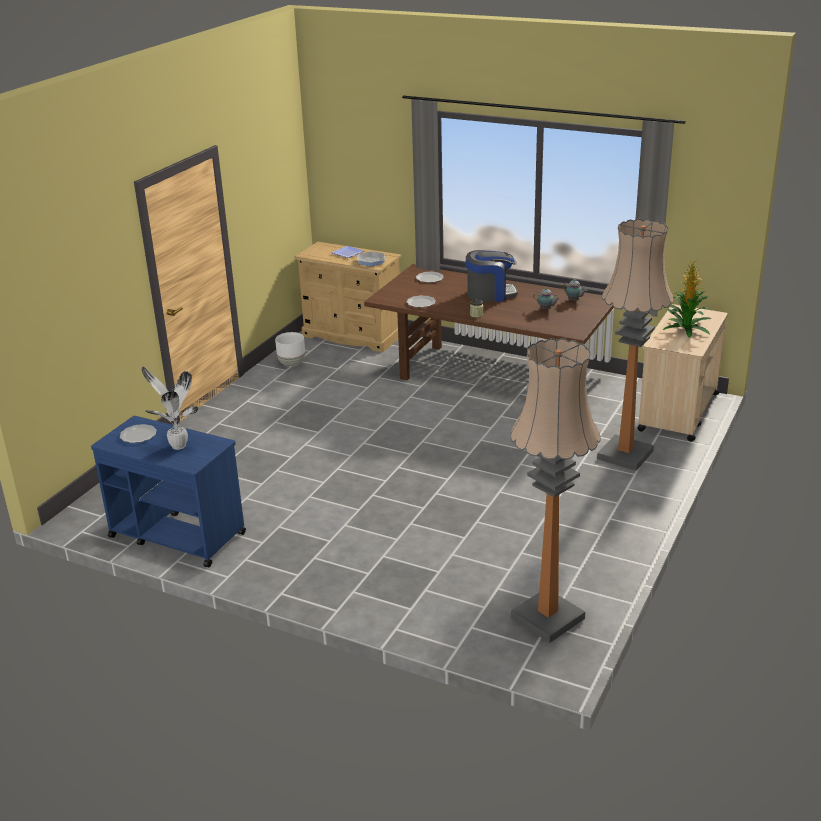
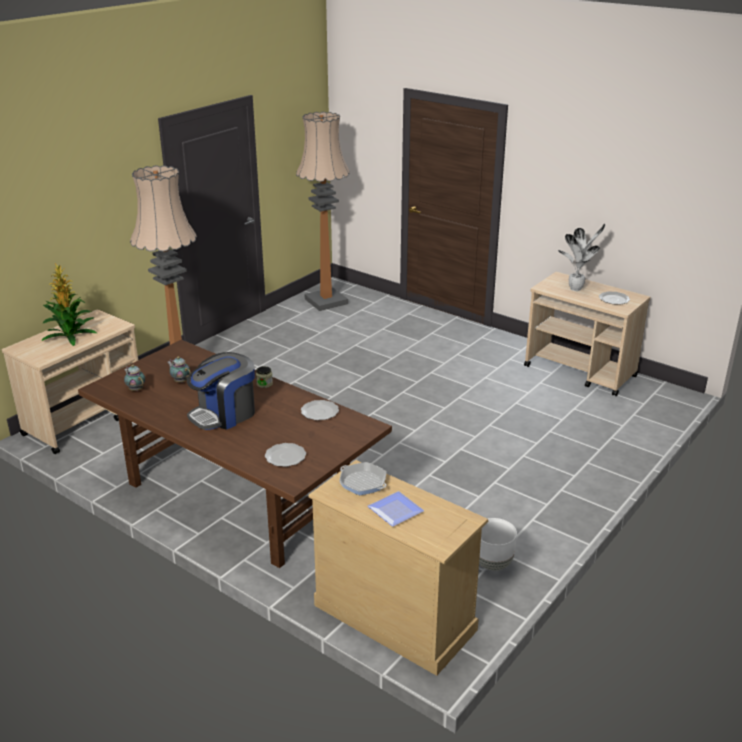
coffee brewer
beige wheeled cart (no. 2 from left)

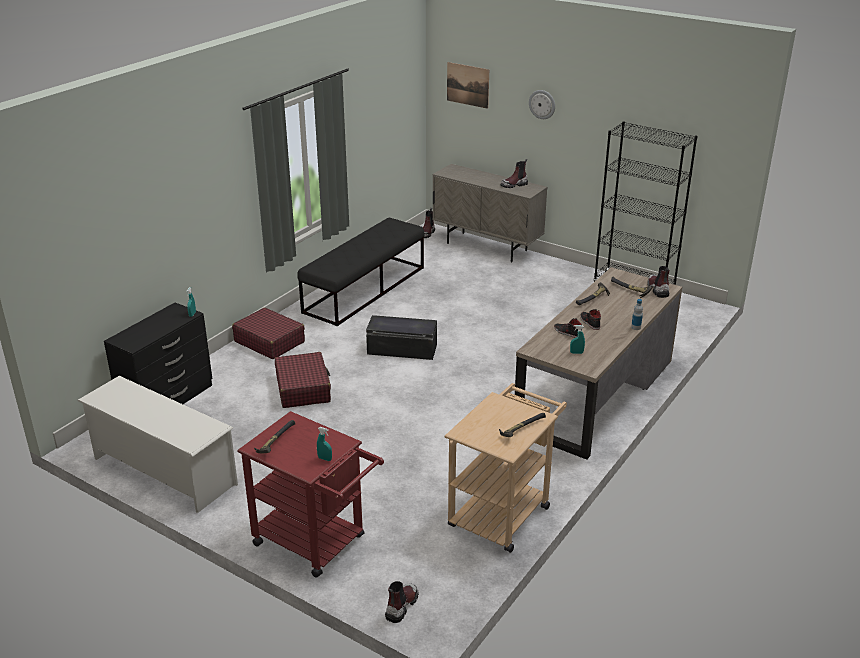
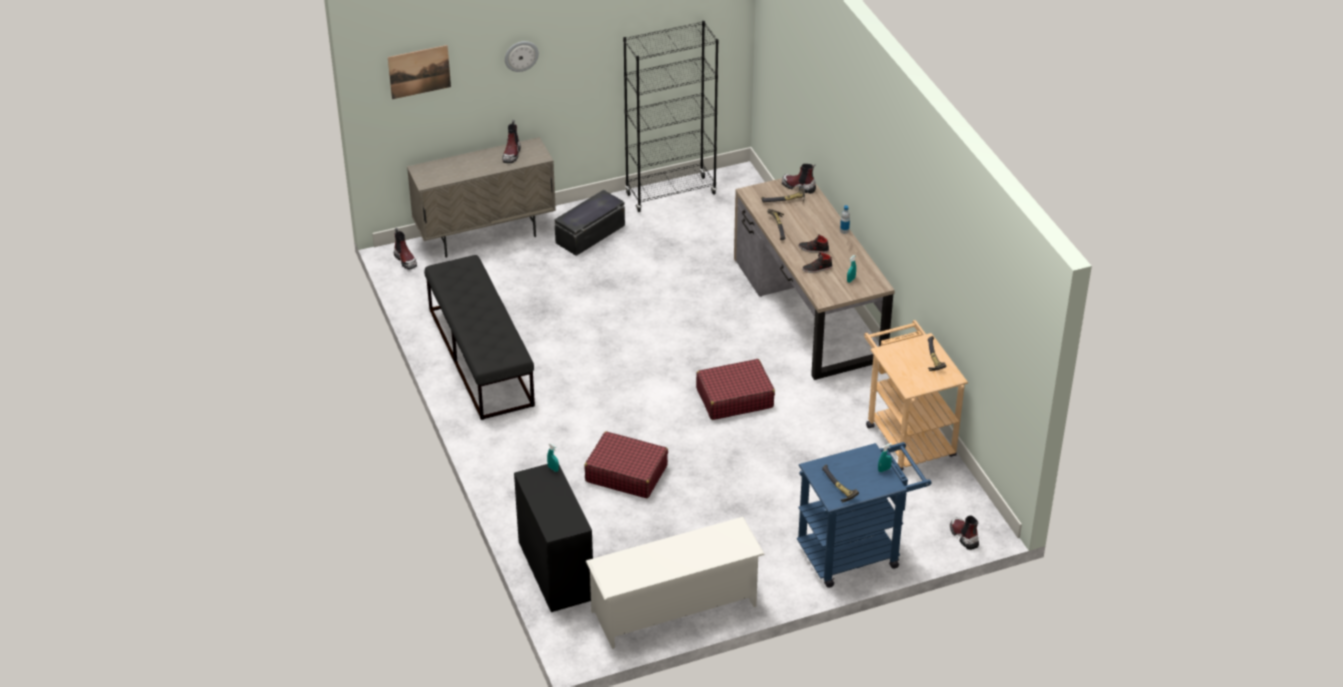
red travel case (no. 2 from left)
blackish storage box
blue wheeled cart

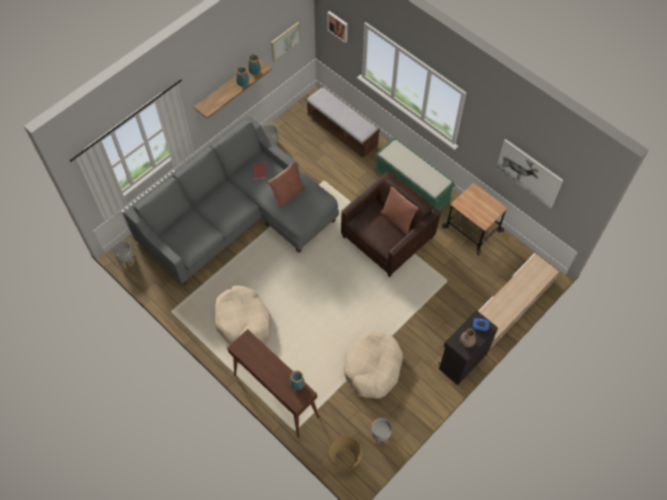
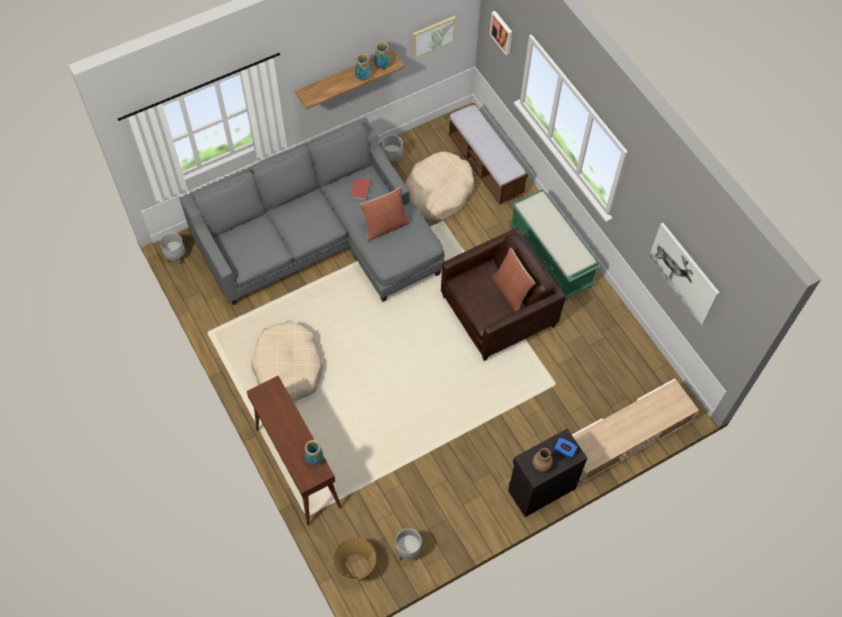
wheeled cart
beige dog bed (no. 2 from left)

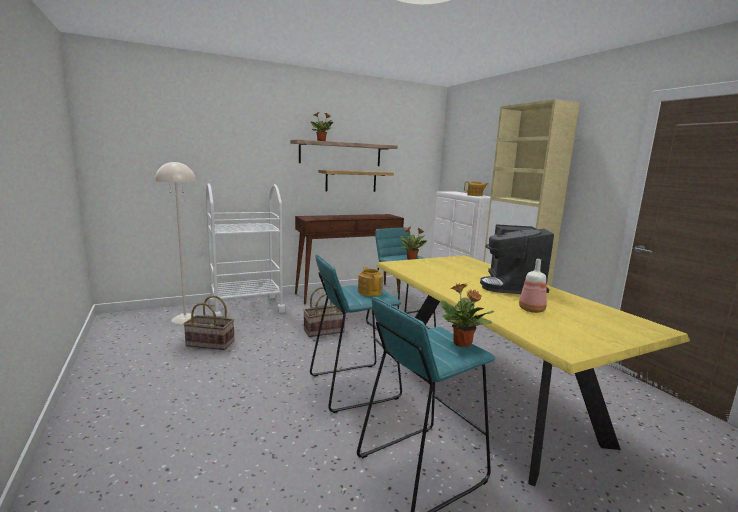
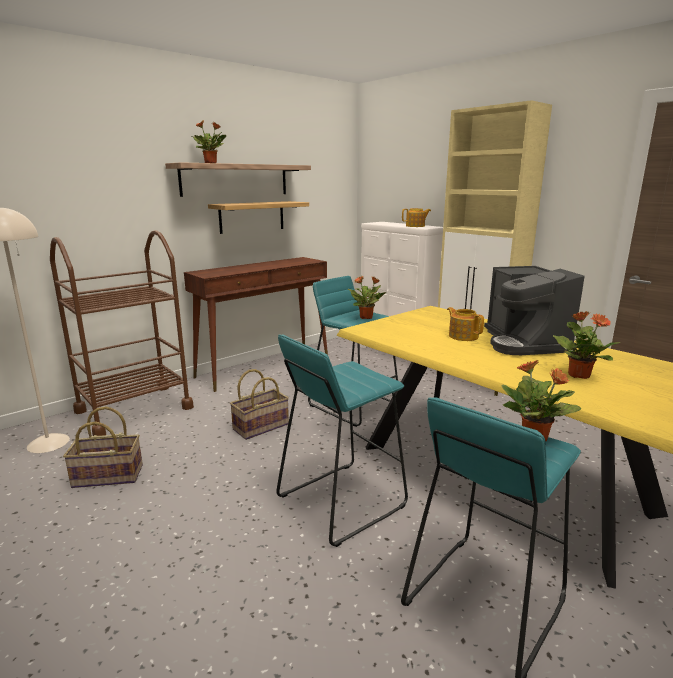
brownish wheeled cart
plant in a pot (no. 4 from left)
tea pot (no. 2 from left)

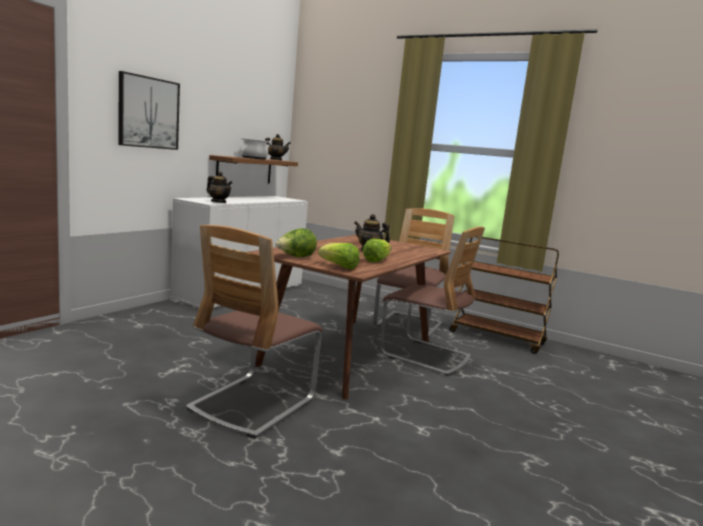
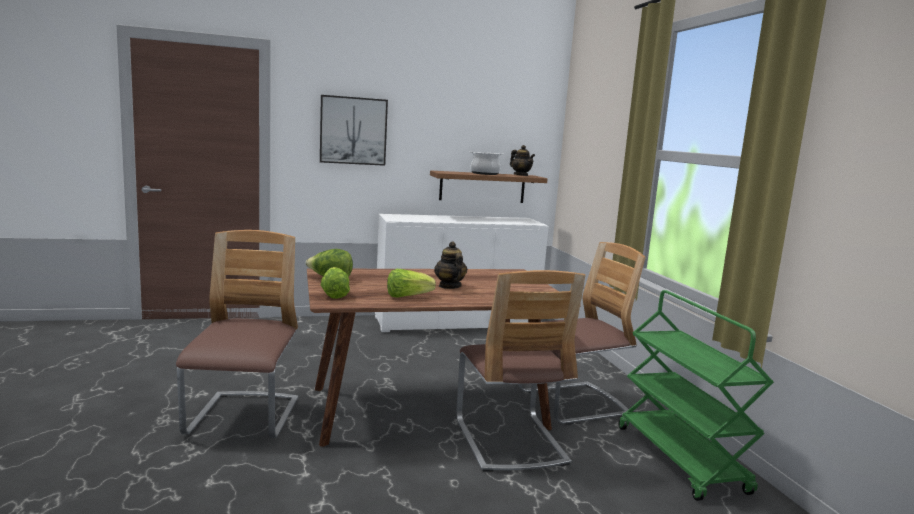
tea pot (no. 1 from left in the first image)
plain chair (no. 1 from left)
green wheeled cart

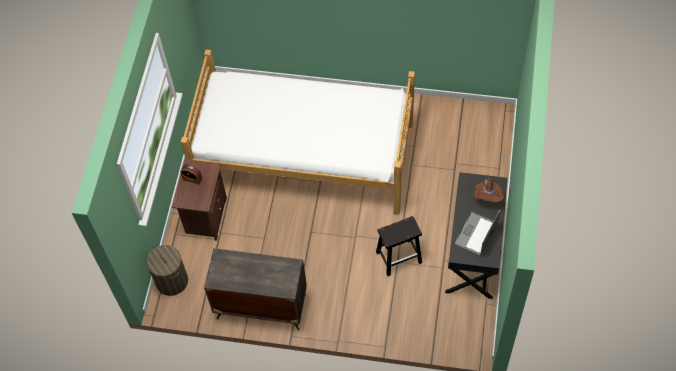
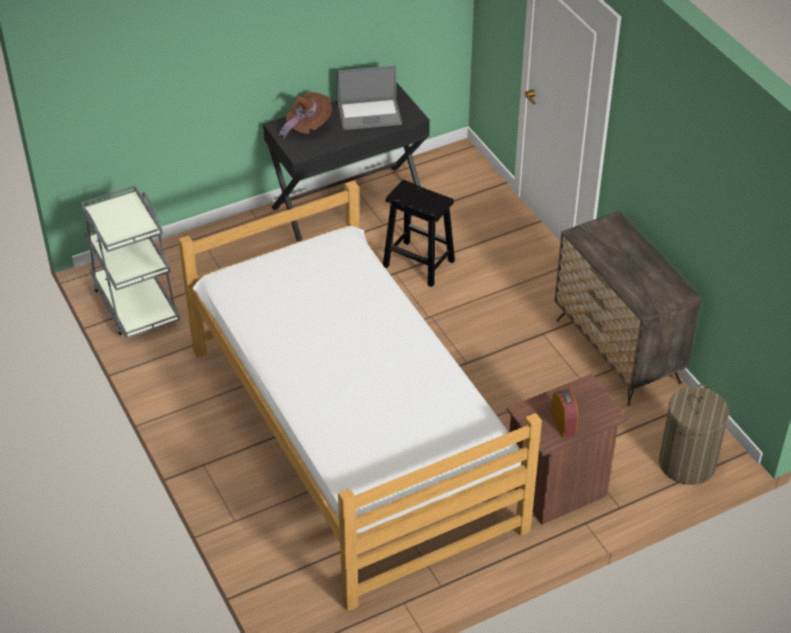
greyish wheeled cart

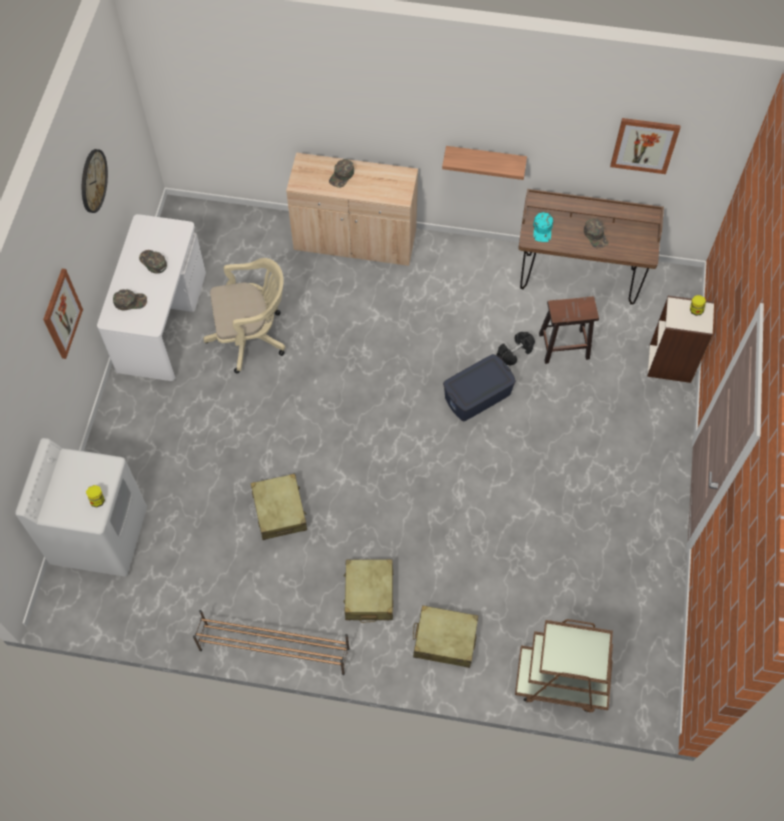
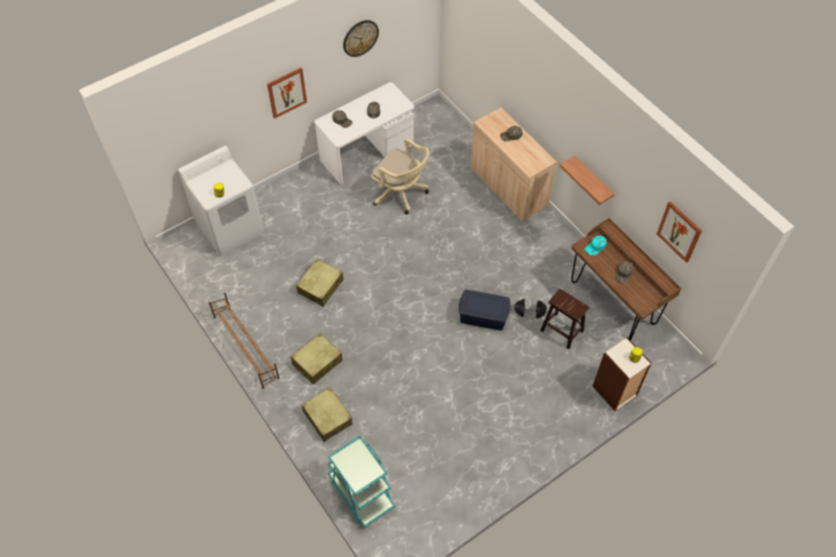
turquoise-coloured wheeled cart

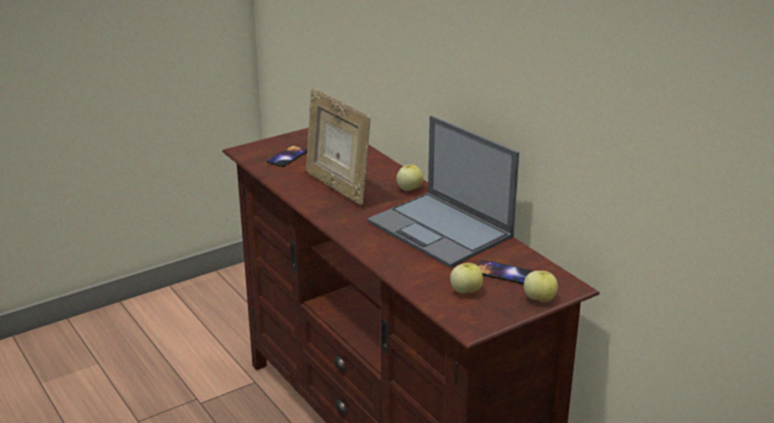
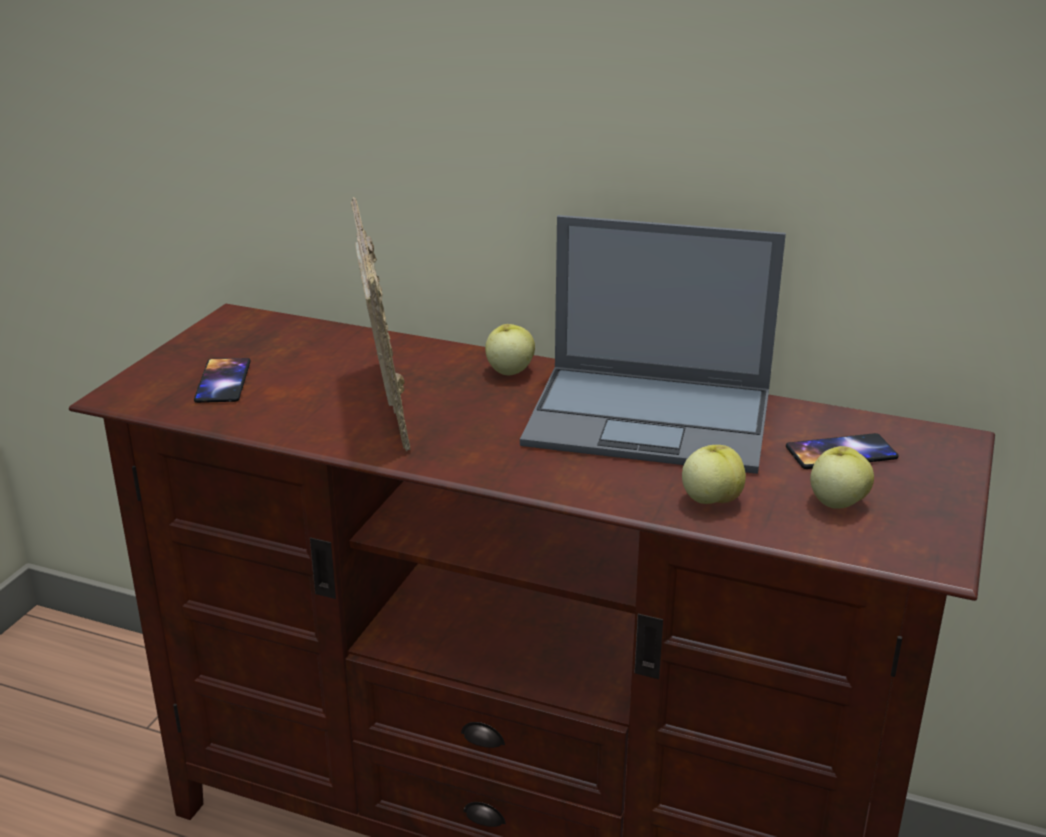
photo frame
whole apple (no. 2 from left)

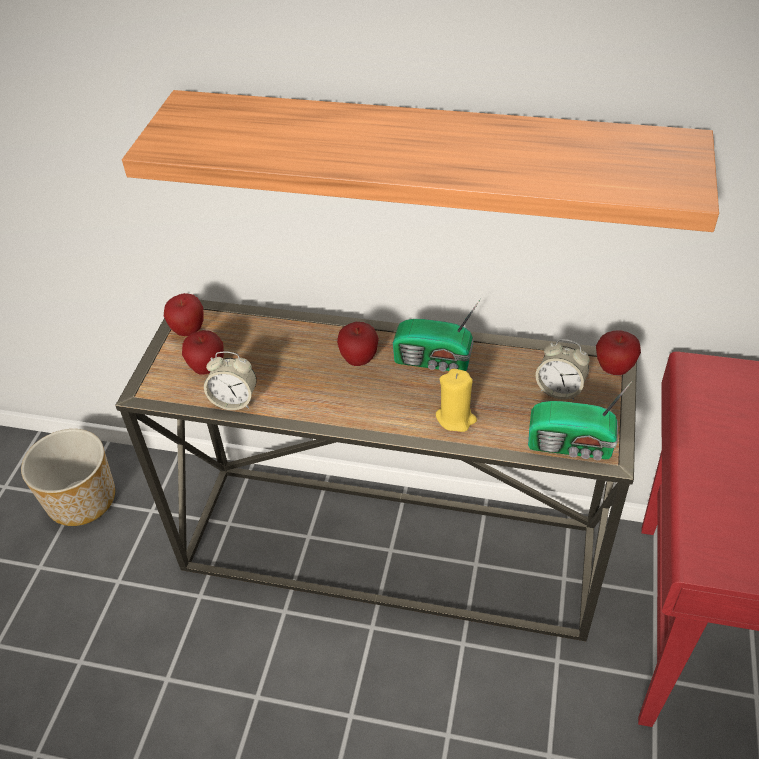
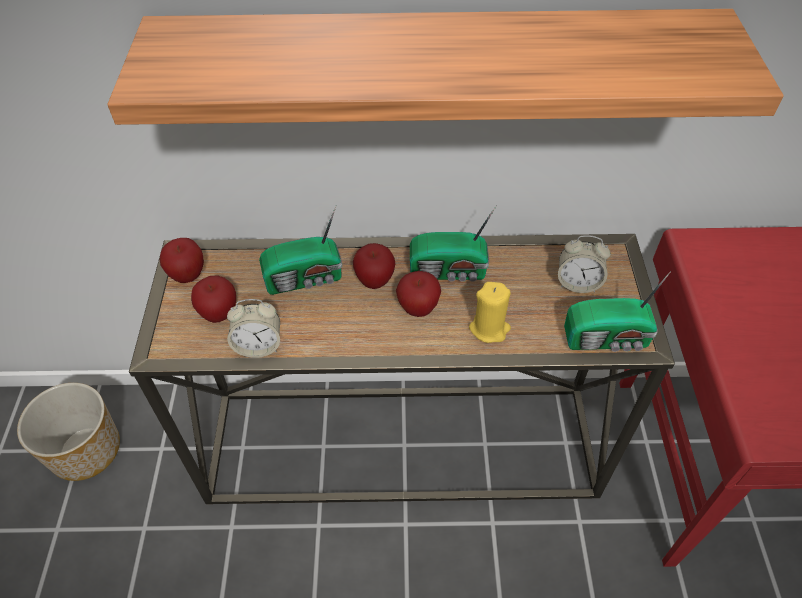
whole apple (no. 4 from left)
radio receiver (no. 1 from left)

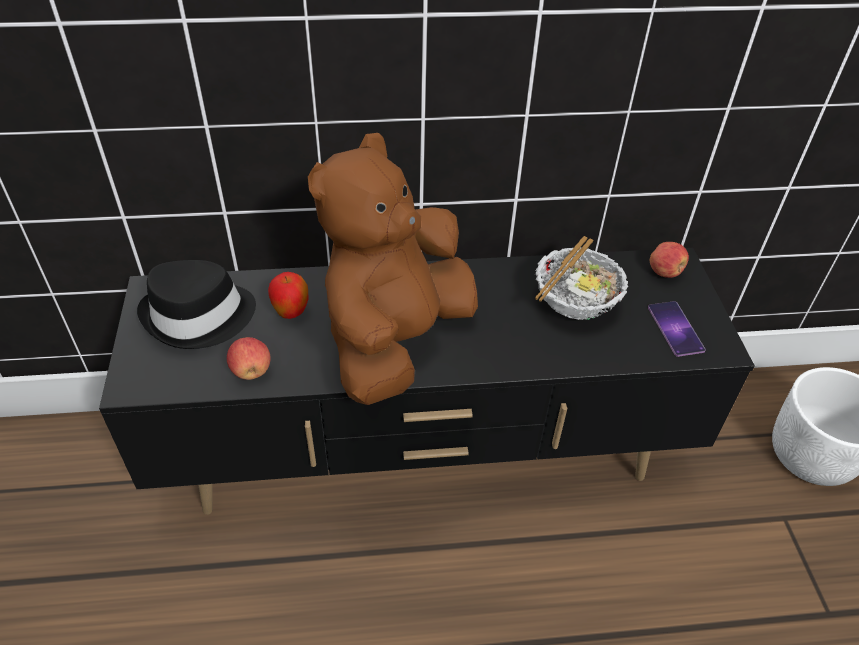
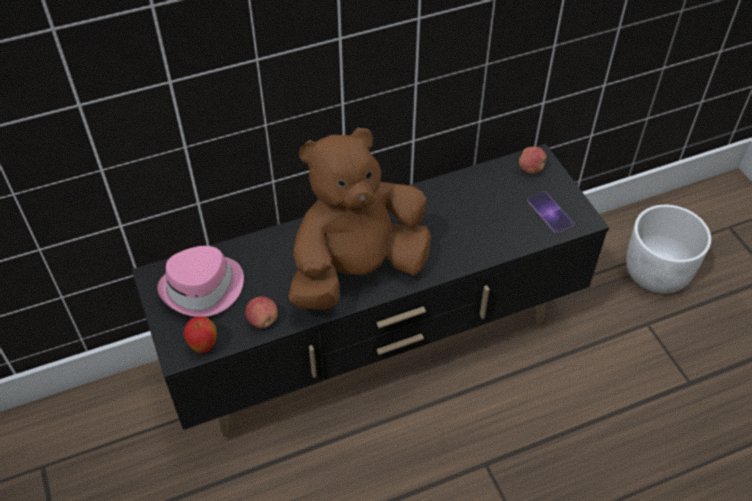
brownish plush toy
bowl
pink wearable hat
whole apple (no. 1 from left)

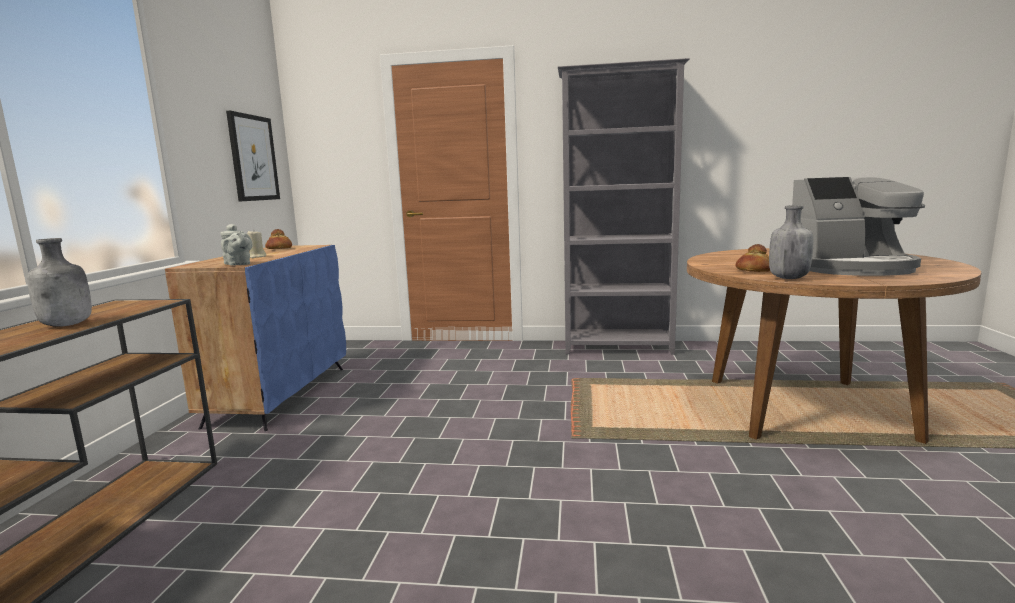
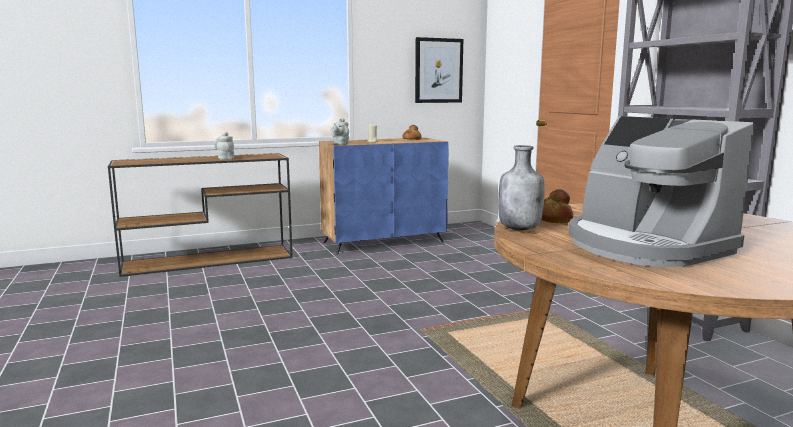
greyish tea pot (no. 1 from left)

